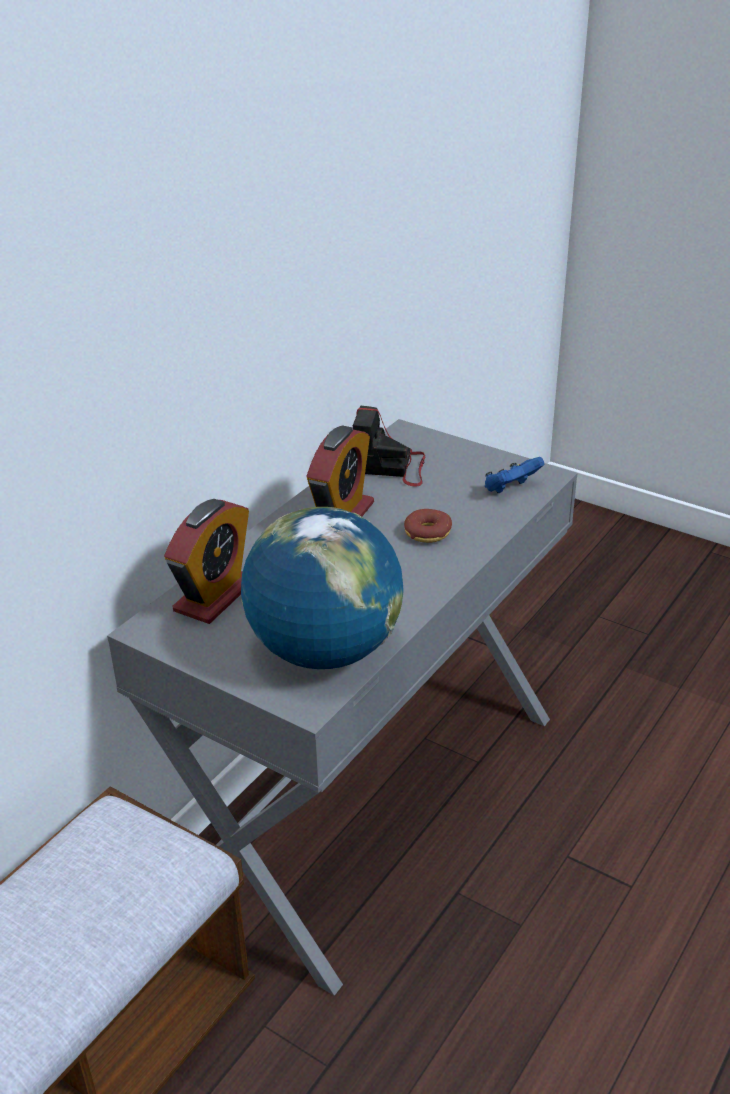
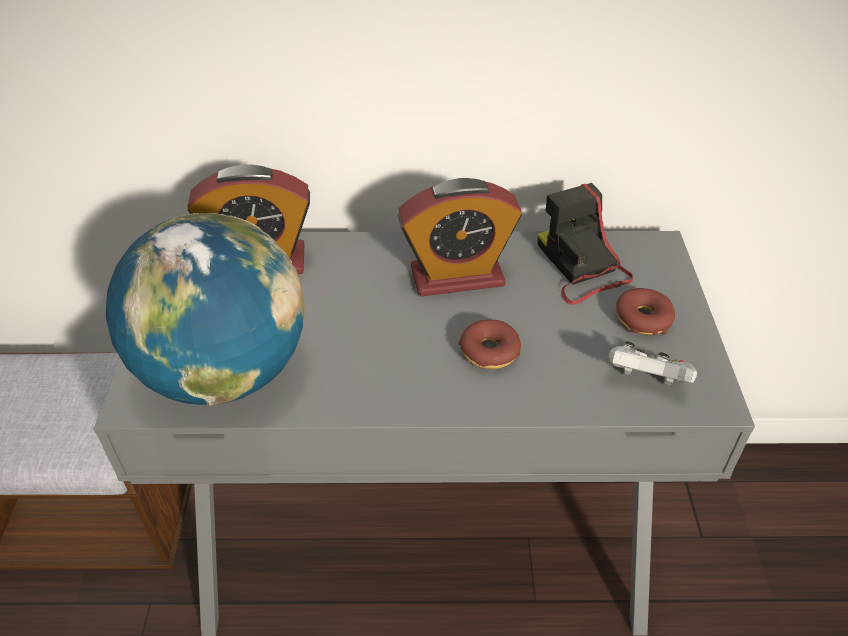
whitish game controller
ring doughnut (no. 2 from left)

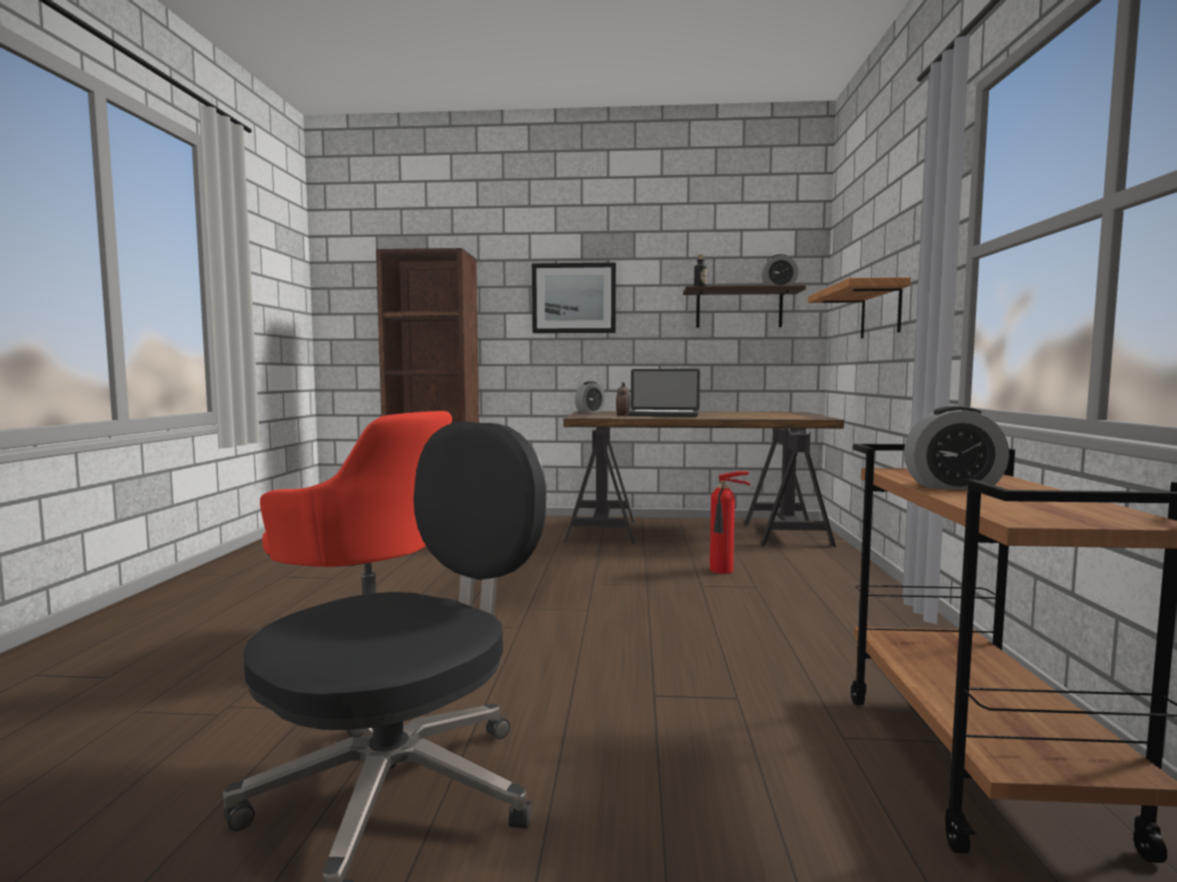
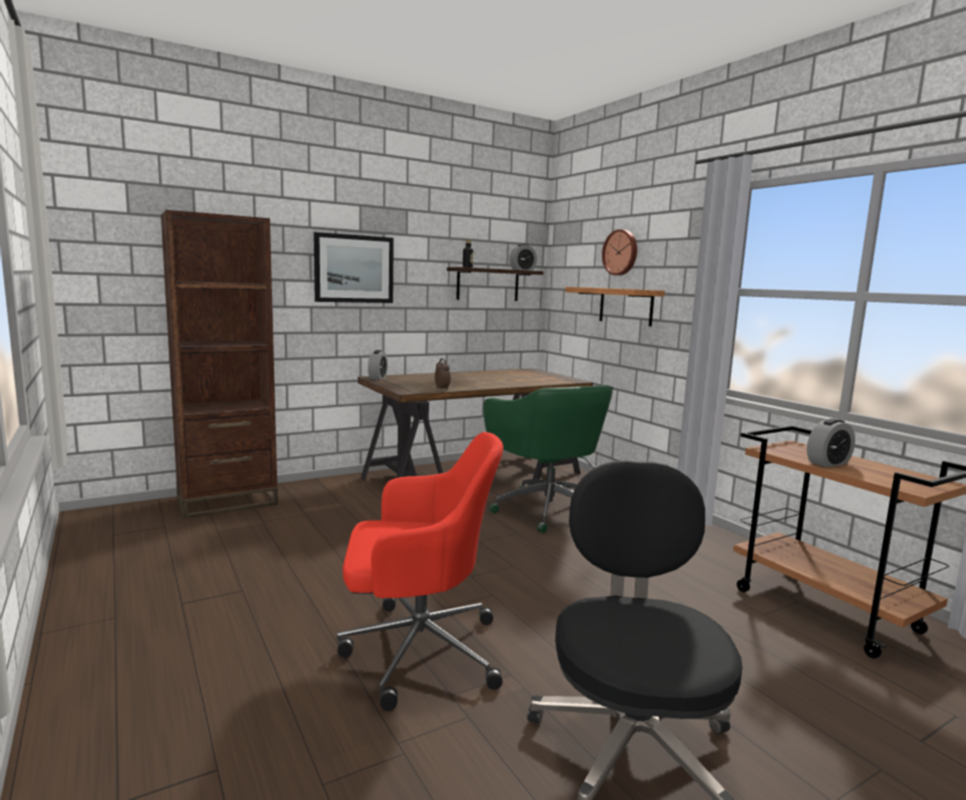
laptop
green desk chair
hanging clock

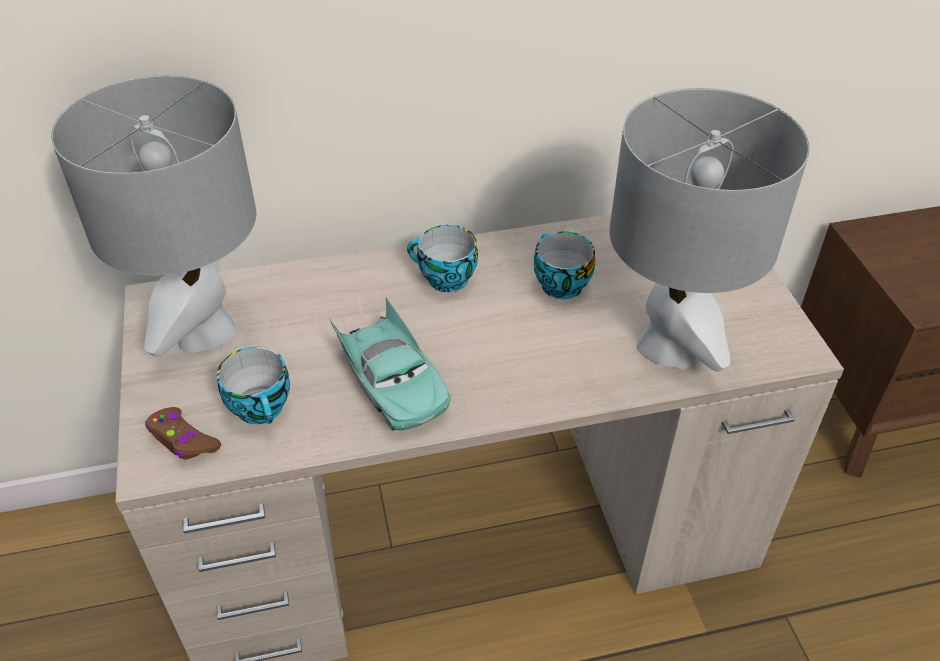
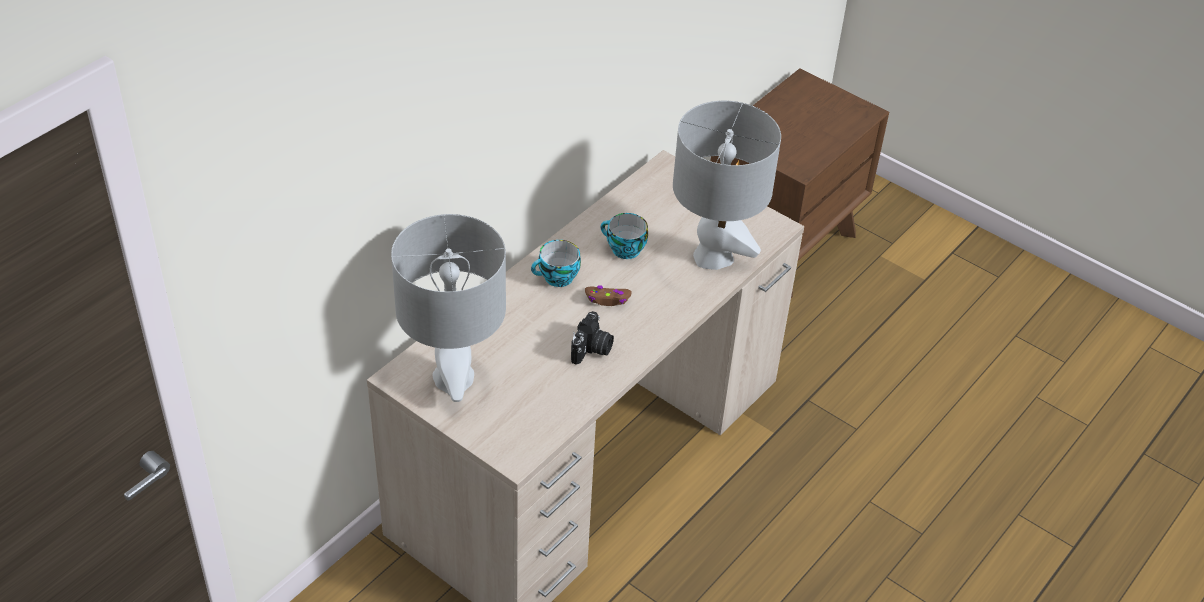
photo camera
drinking cup (no. 1 from left in the first image)
brownish game controller

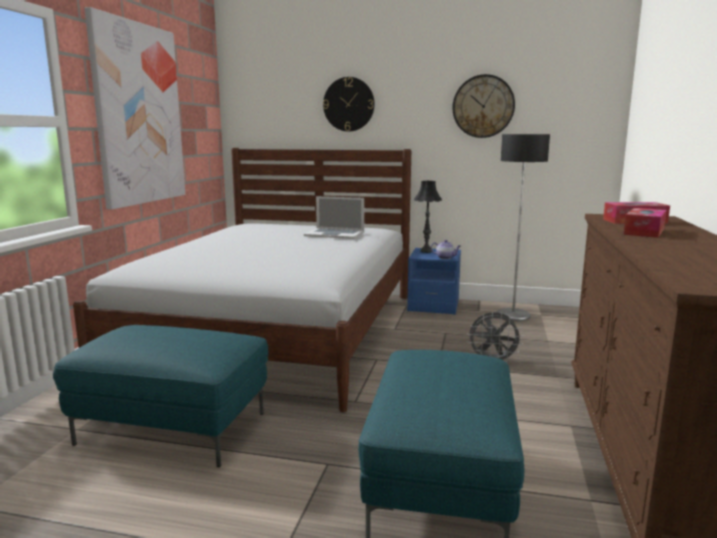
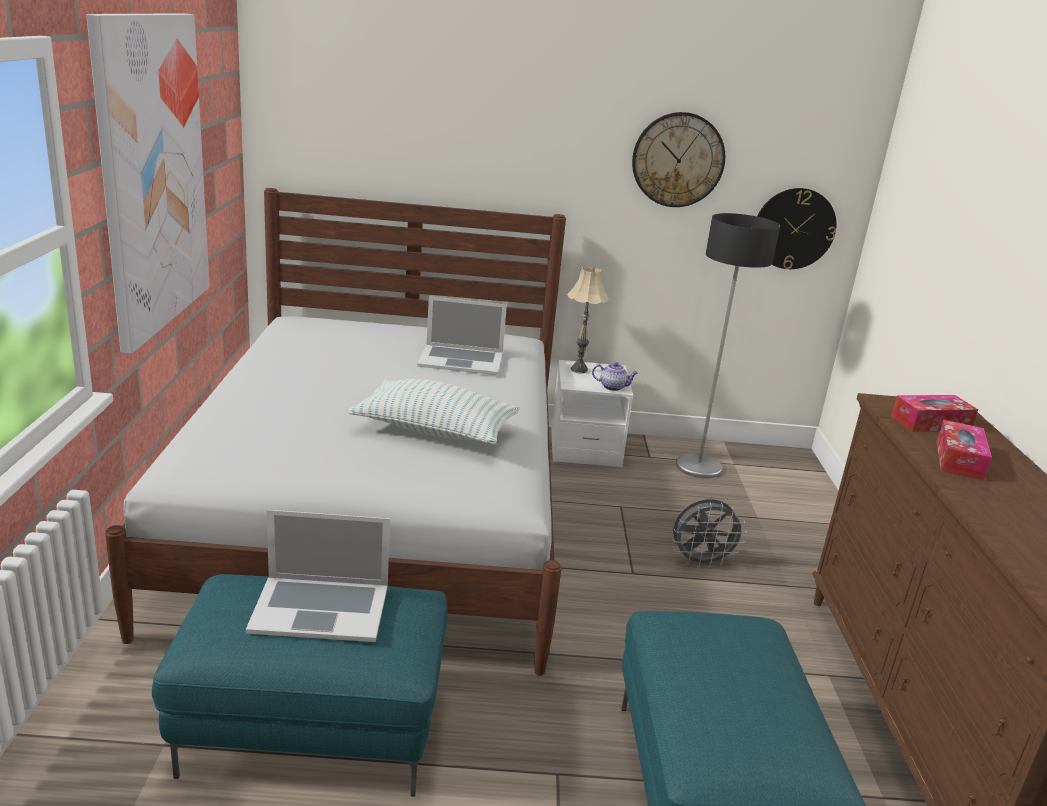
hanging clock (no. 2 from left)
beige tabletop lamp
whitish bedside table
throw pillow
laptop (no. 1 from left)

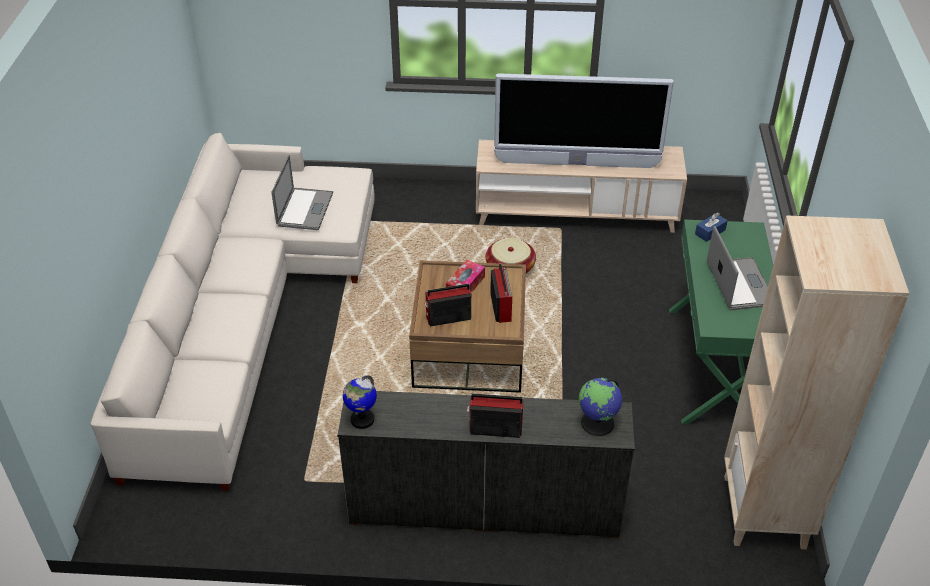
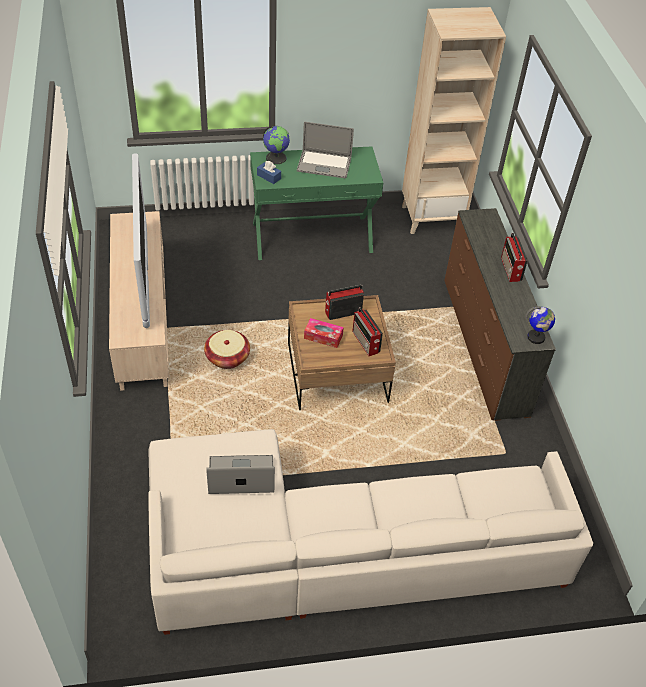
laptop (no. 2 from left)
desk globe (no. 1 from left)

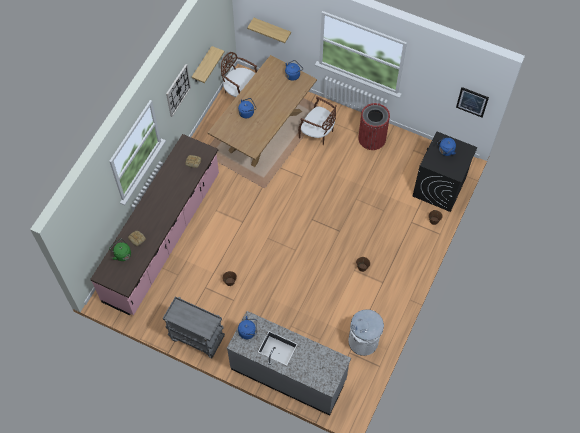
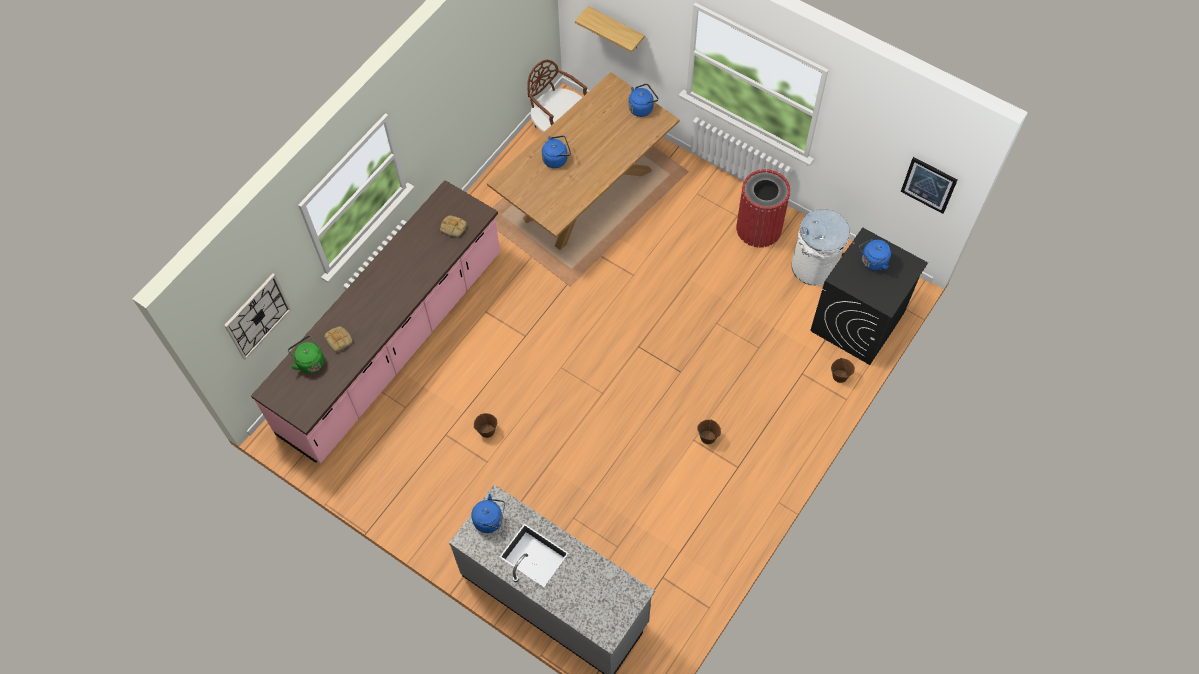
bracket shelf (no. 1 from left in the first image)
hanging clock
brownish plain chair (no. 2 from left in the first image)
greyish wheeled cart
whitish trash can

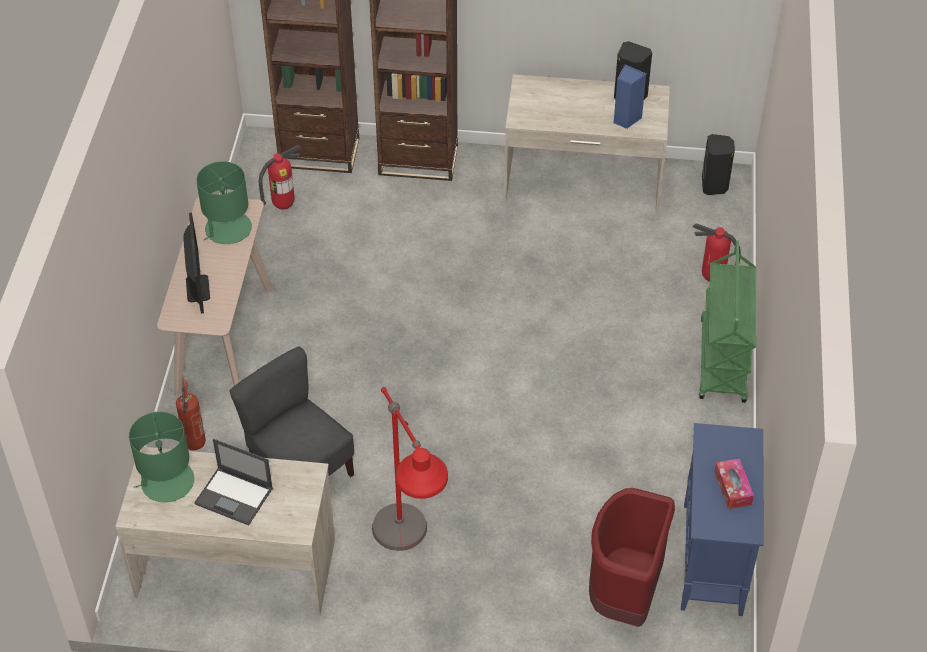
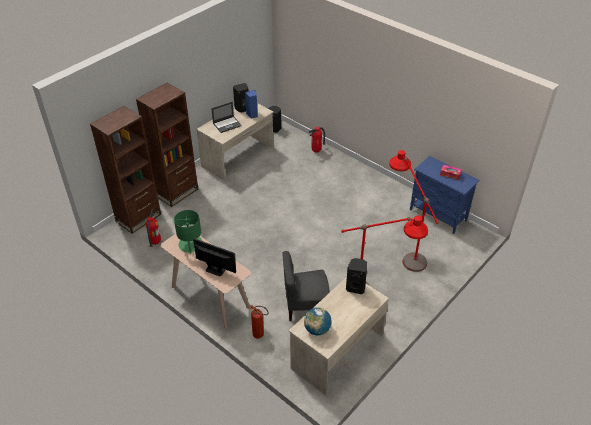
green wheeled cart
desk globe
laptop
red trash can
red standard lamp (no. 2 from left)
blackish loudspeaker (no. 3 from left)

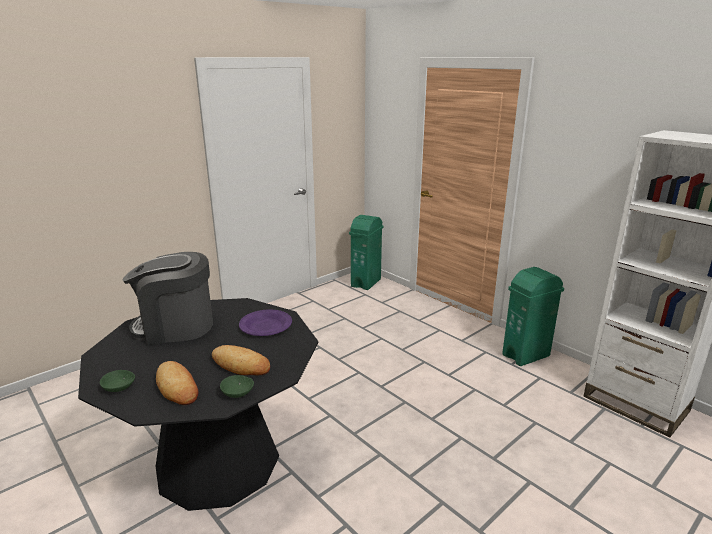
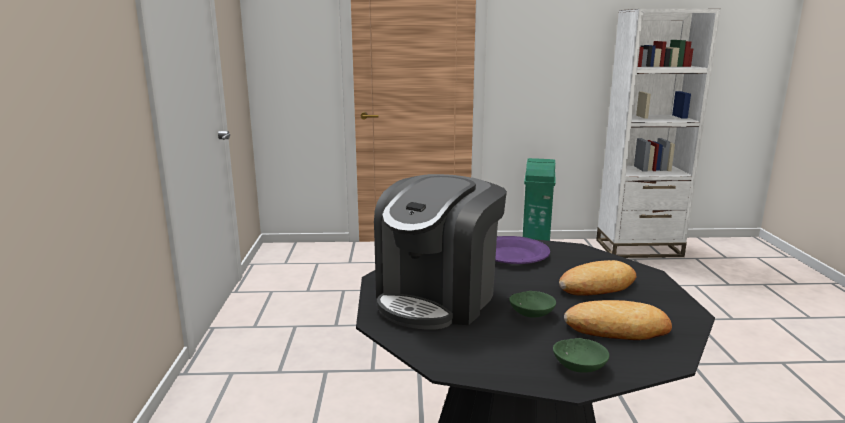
green trash can (no. 1 from left in the first image)
green bowl (no. 1 from left)

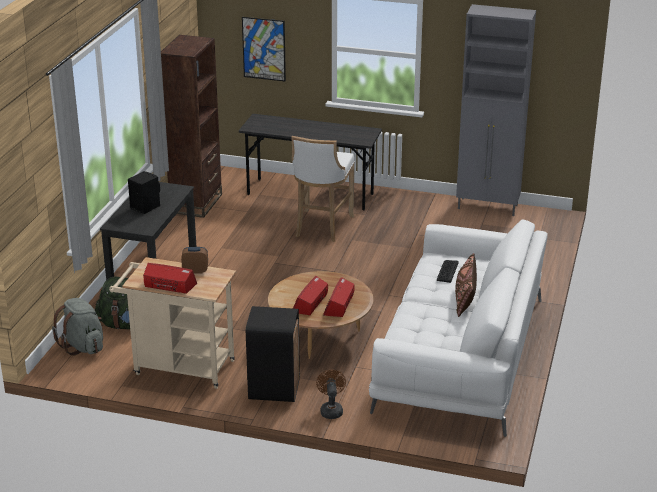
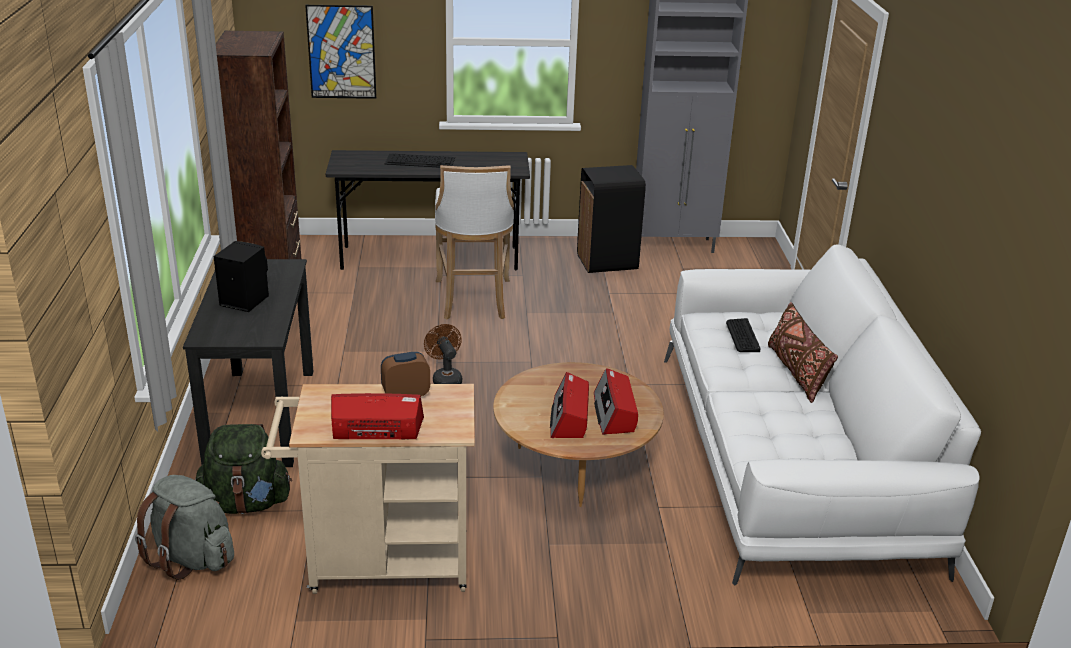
blackish trash can
brownish electric fan
PC keyboard (no. 1 from left)

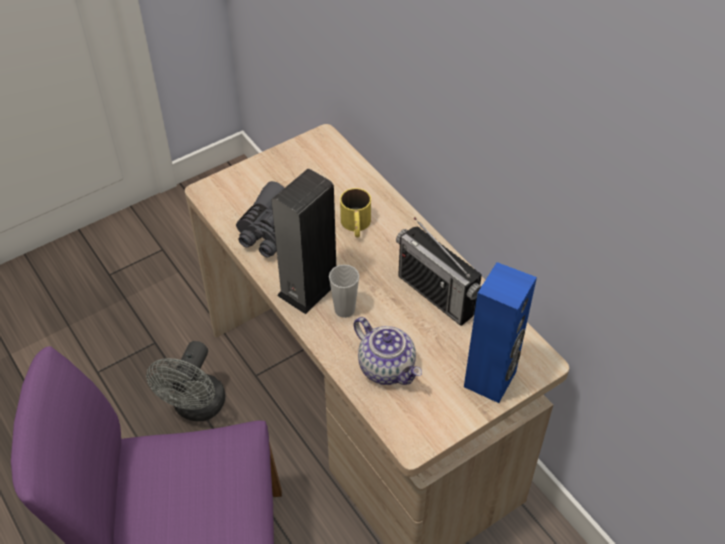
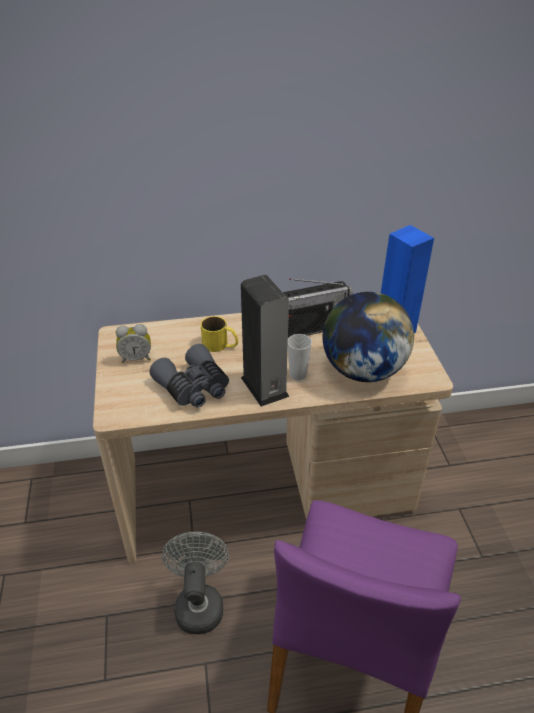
desk globe
greyish electric fan
bedside clock

